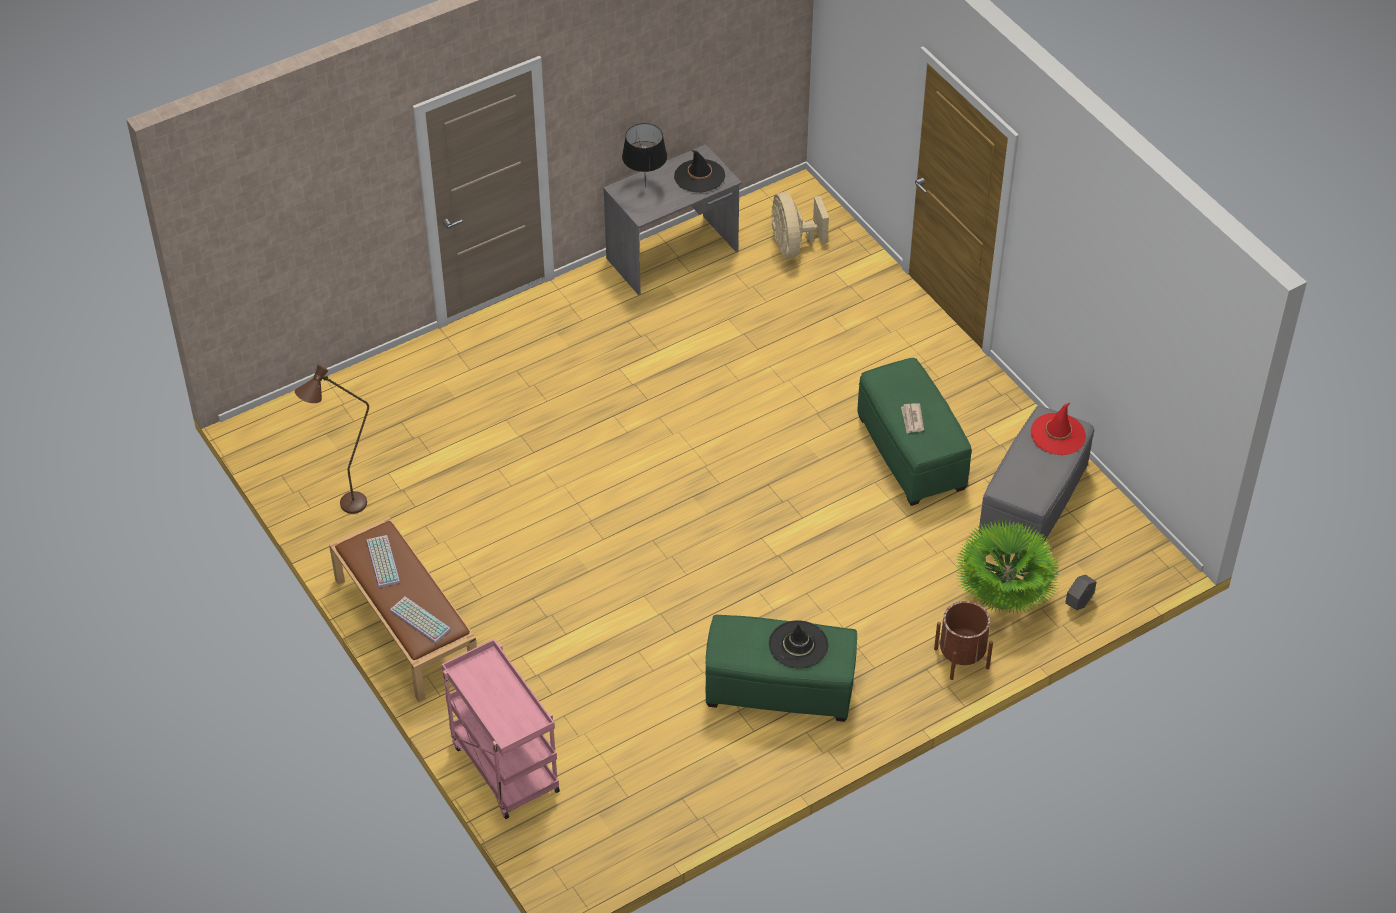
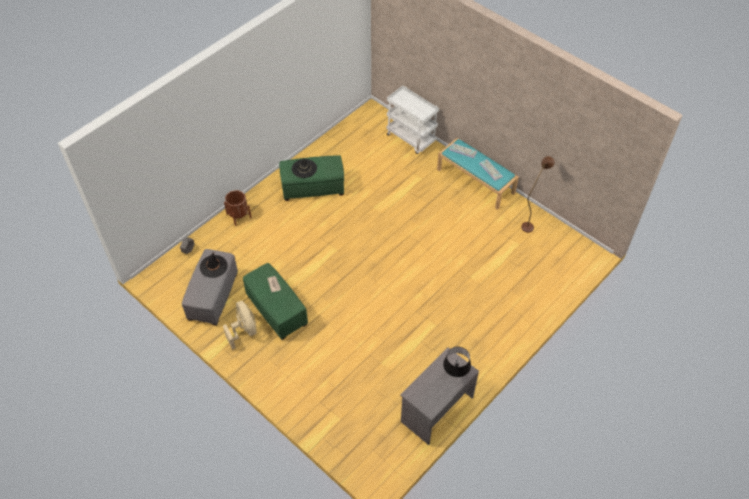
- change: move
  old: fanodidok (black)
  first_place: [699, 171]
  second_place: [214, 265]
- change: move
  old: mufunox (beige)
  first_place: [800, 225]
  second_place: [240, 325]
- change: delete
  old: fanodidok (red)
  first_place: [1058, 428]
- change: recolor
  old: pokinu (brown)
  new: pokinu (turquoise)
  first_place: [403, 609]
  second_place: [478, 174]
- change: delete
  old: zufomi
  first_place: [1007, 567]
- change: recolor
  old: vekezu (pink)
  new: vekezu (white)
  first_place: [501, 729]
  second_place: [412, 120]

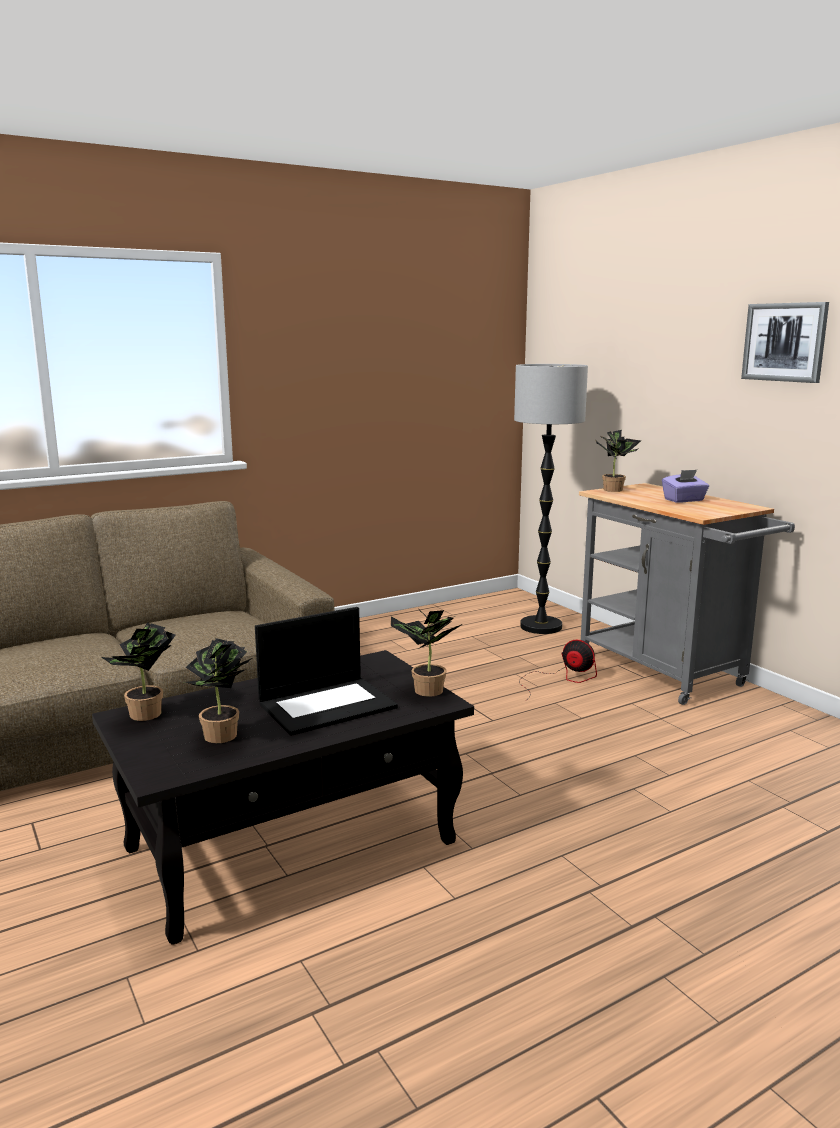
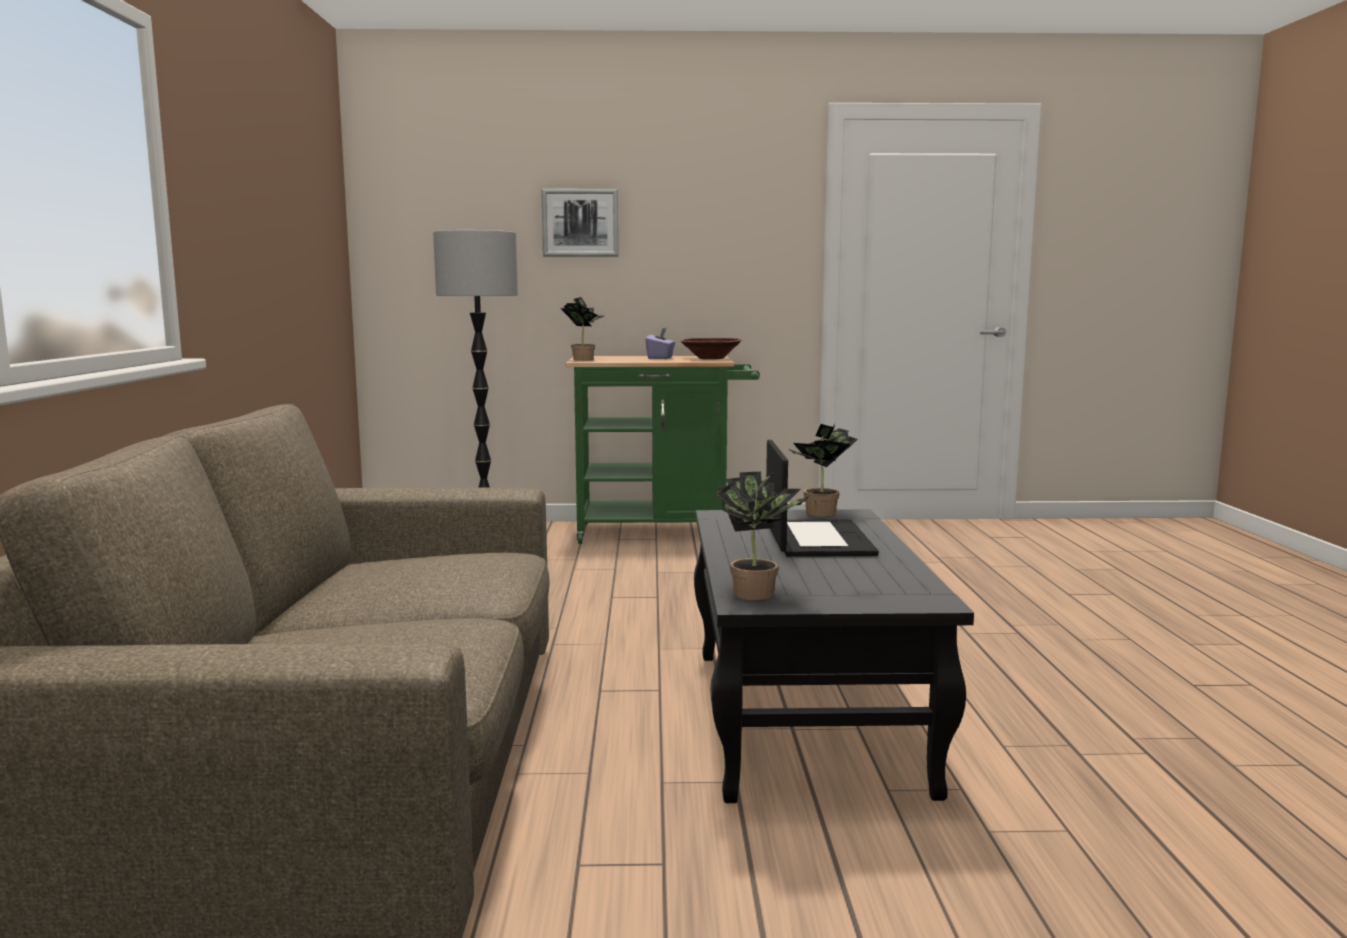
- change: move
  old: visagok
  first_place: [785, 342]
  second_place: [580, 223]
- change: recolor
  old: vekezu (grey)
  new: vekezu (green)
  first_place: [687, 594]
  second_place: [663, 450]
- change: delete
  old: zufomi
  first_place: [219, 690]
- change: delete
  old: mufunox
  first_place: [558, 669]
- change: insert
  new: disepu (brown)
  second_place: [711, 349]

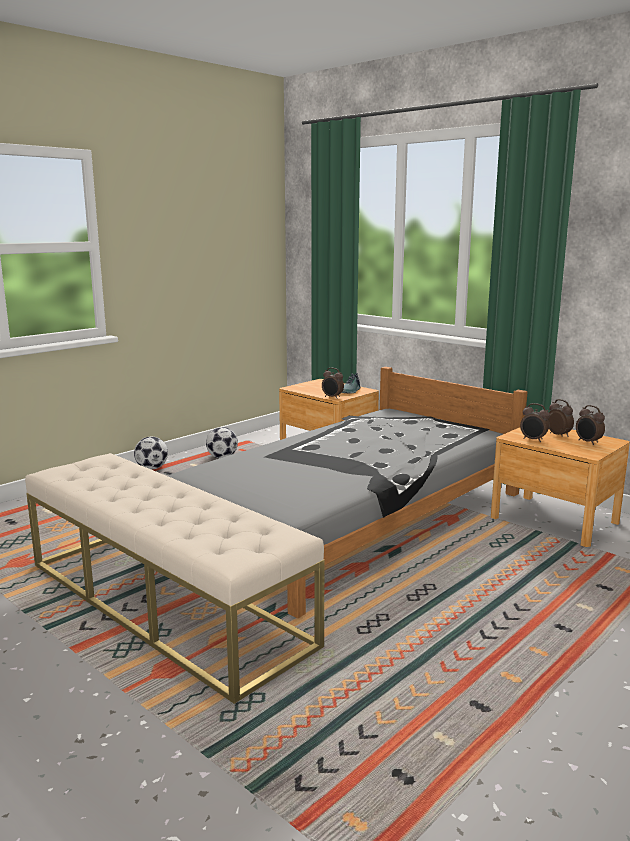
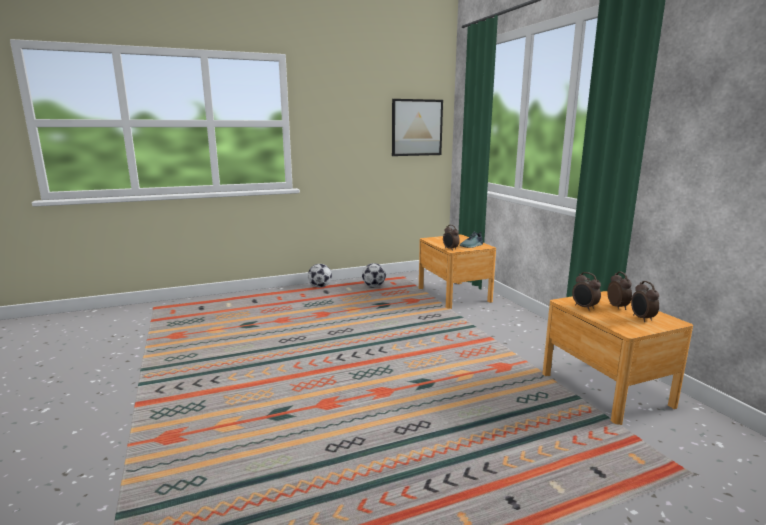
- change: delete
  old: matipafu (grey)
  first_place: [347, 492]
- change: delete
  old: pokinu (beige)
  first_place: [175, 578]
- change: insert
  new: visagok
  second_place: [417, 127]

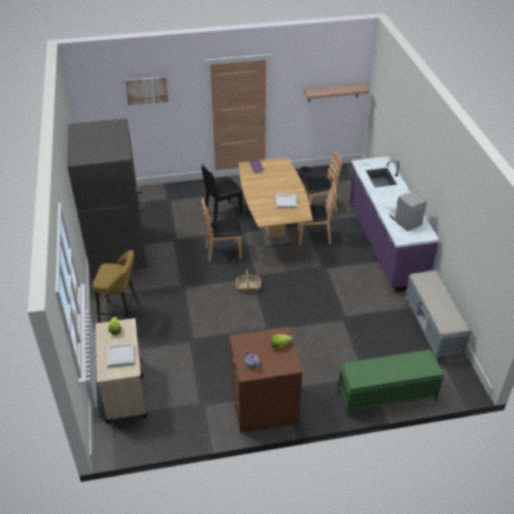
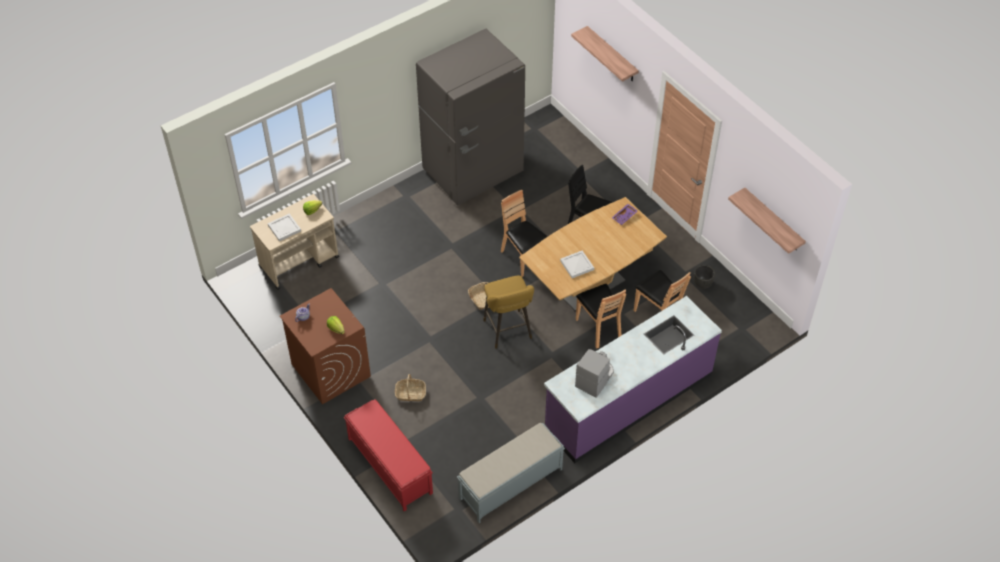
- change: replace
  old: visagok
  new: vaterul
  first_place: [147, 91]
  second_place: [605, 54]
- change: move
  old: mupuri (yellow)
  first_place: [116, 286]
  second_place: [508, 312]
- change: recolor
  old: pokinu (green)
  new: pokinu (red)
  first_place: [391, 383]
  second_place: [388, 455]
- change: insert
  new: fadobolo
  second_place: [410, 387]

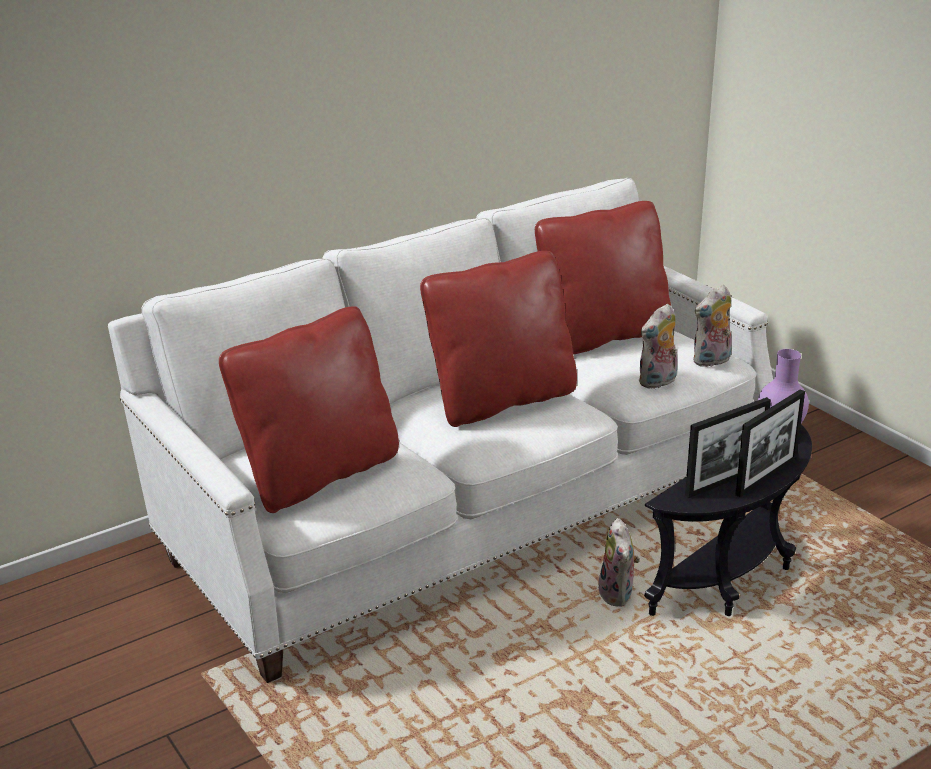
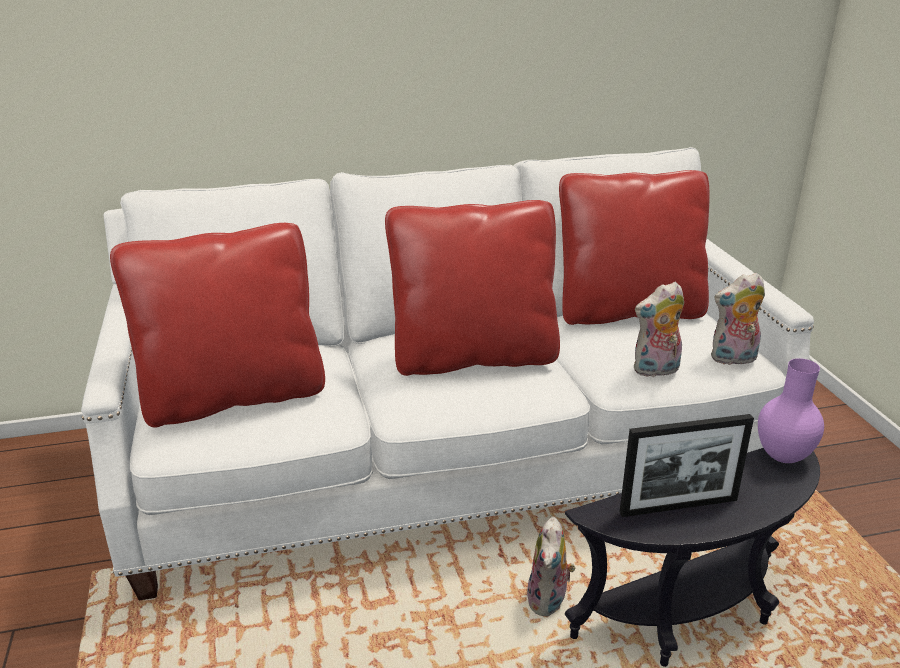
- change: delete
  old: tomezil
  first_place: [770, 443]

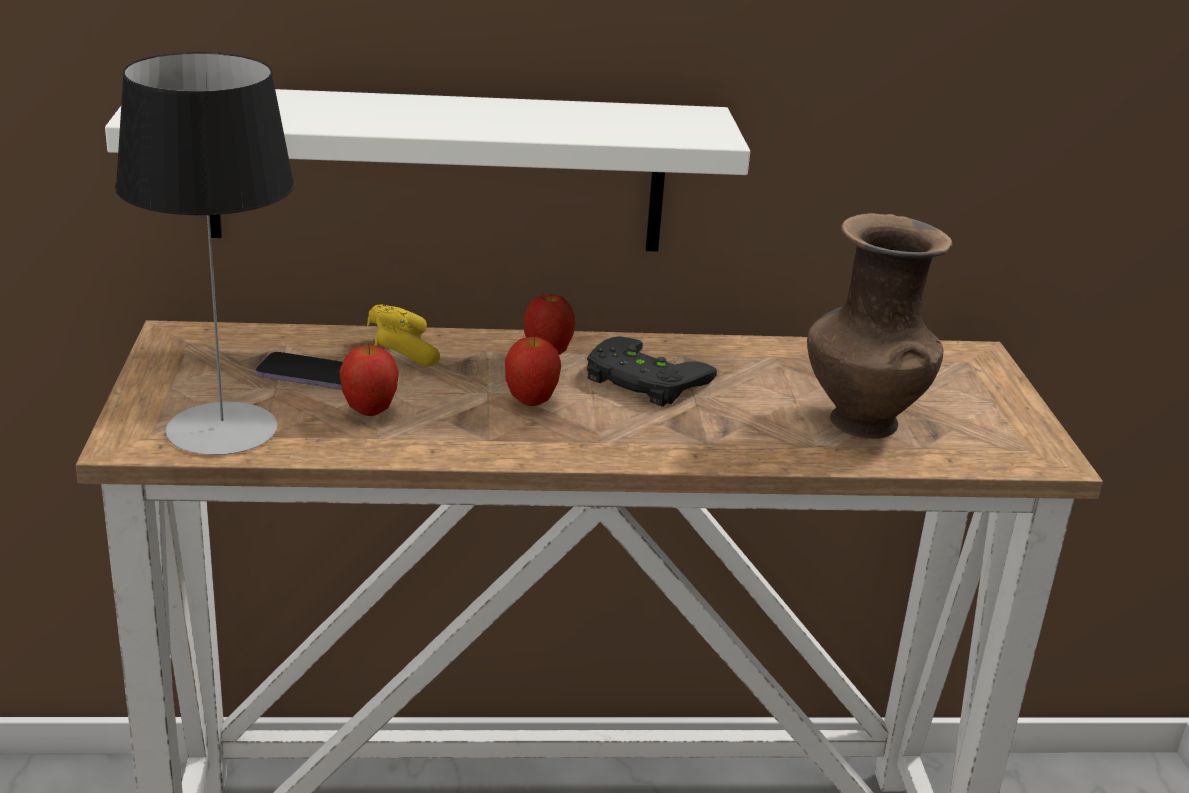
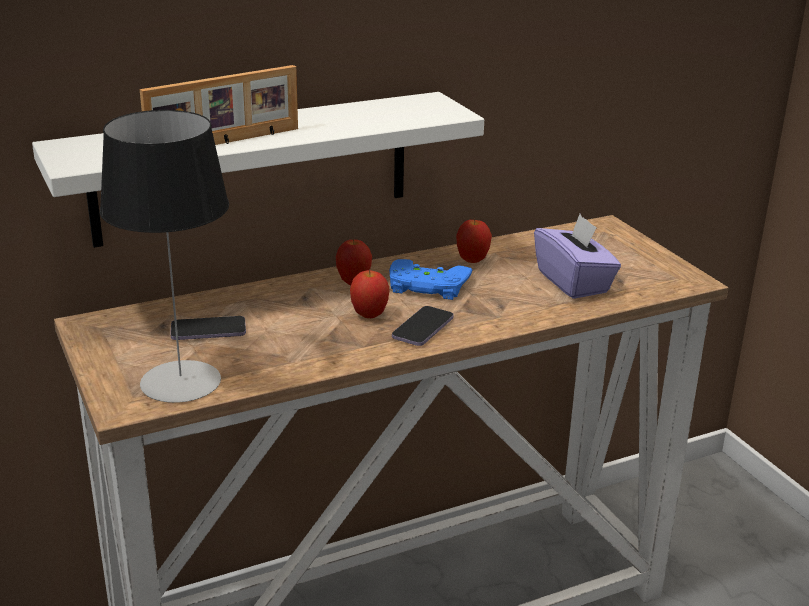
- change: replace
  old: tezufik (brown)
  new: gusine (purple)
  first_place: [880, 326]
  second_place: [577, 256]
- change: delete
  old: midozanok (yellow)
  first_place: [403, 335]
- change: recolor
  old: midozanok (black)
  new: midozanok (blue)
  first_place: [652, 371]
  second_place: [430, 279]
- change: move
  old: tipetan
  first_place: [369, 379]
  second_place: [474, 240]
- change: insert
  new: tomezil
  second_place: [219, 105]
- change: insert
  new: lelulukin
  second_place: [423, 326]

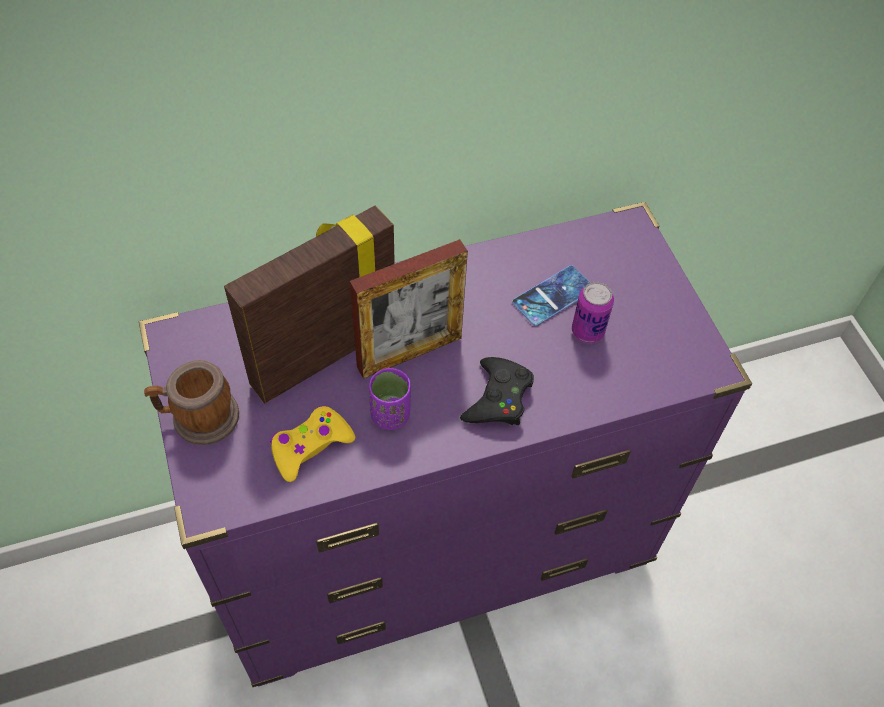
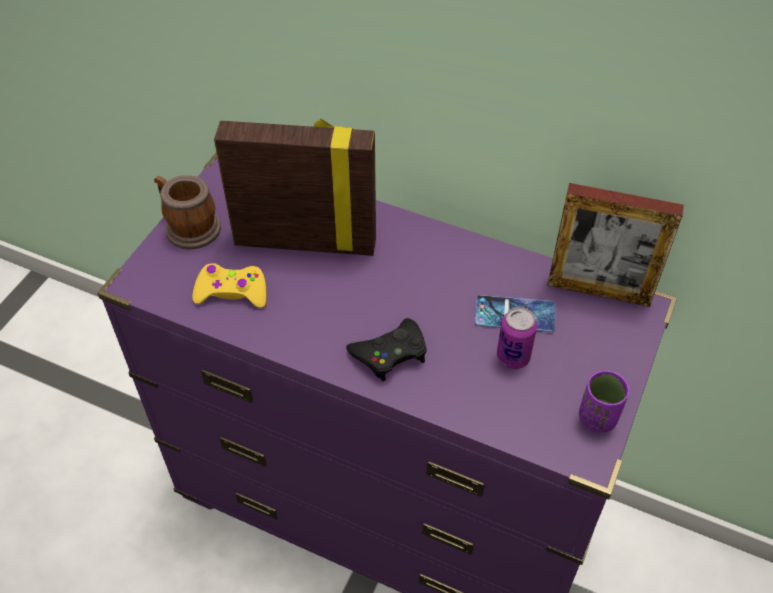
- change: move
  old: tomezil
  first_place: [409, 309]
  second_place: [615, 245]
- change: move
  old: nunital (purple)
  first_place: [390, 398]
  second_place: [604, 401]

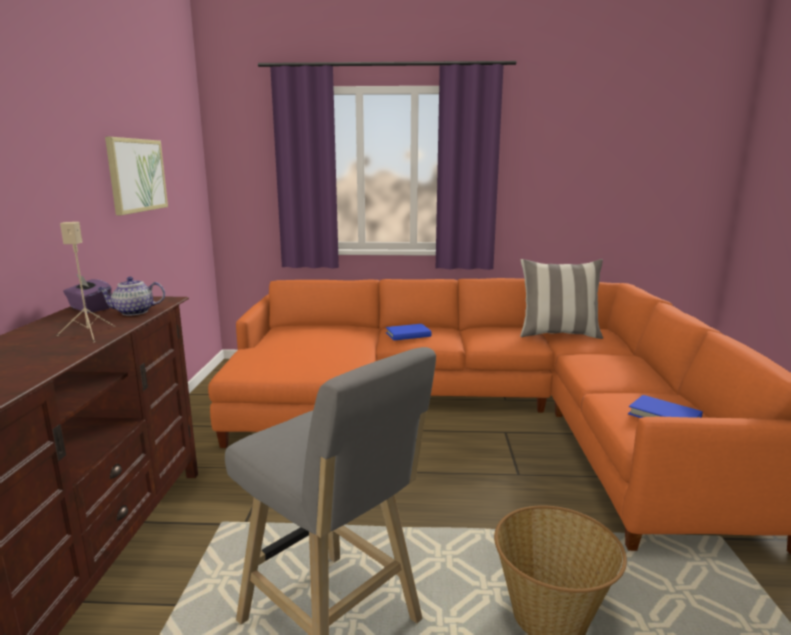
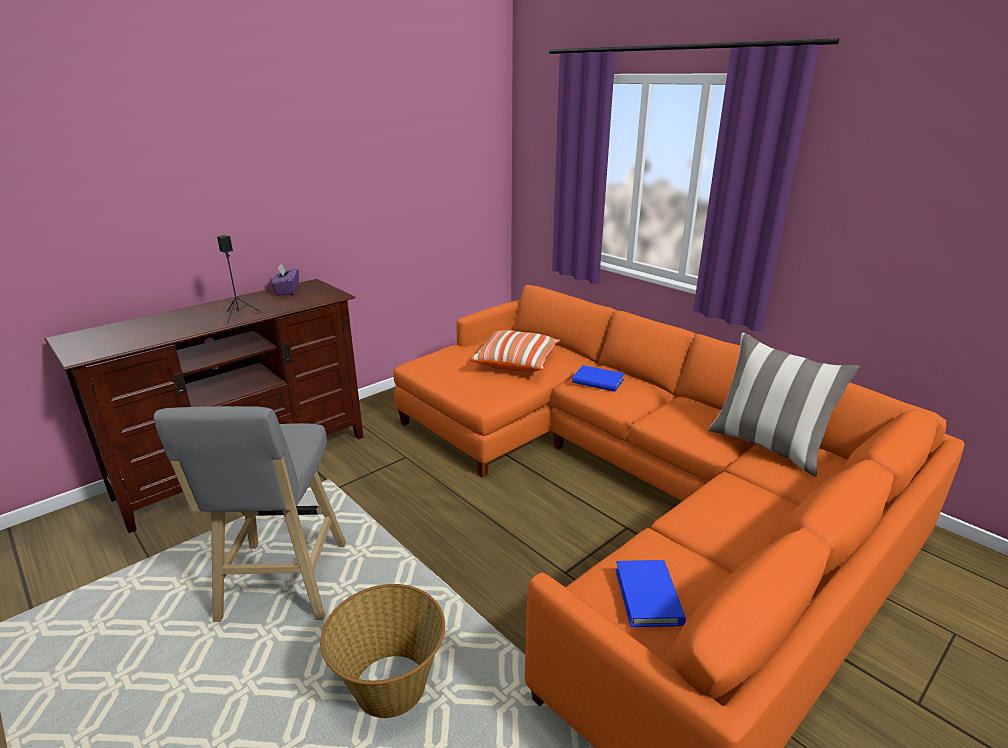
- change: delete
  old: visagok
  first_place: [136, 176]
- change: recolor
  old: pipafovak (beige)
  new: pipafovak (black)
  first_place: [86, 282]
  second_place: [239, 278]
- change: delete
  old: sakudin
  first_place: [131, 296]
- change: insert
  new: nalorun
  second_place: [514, 351]

